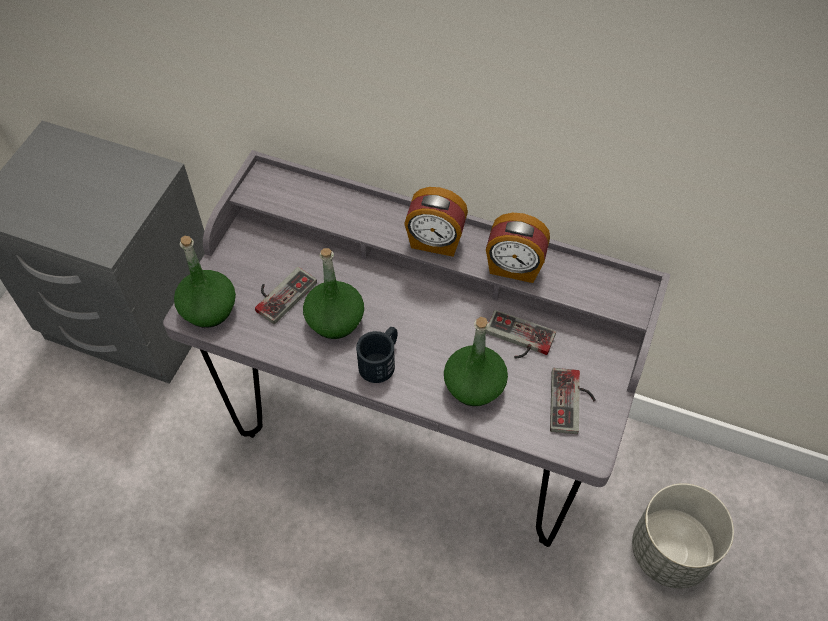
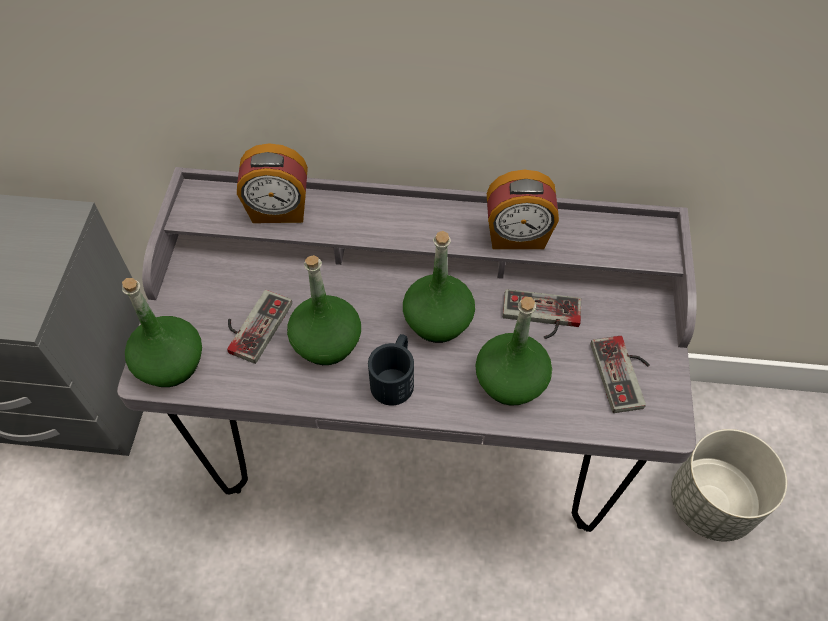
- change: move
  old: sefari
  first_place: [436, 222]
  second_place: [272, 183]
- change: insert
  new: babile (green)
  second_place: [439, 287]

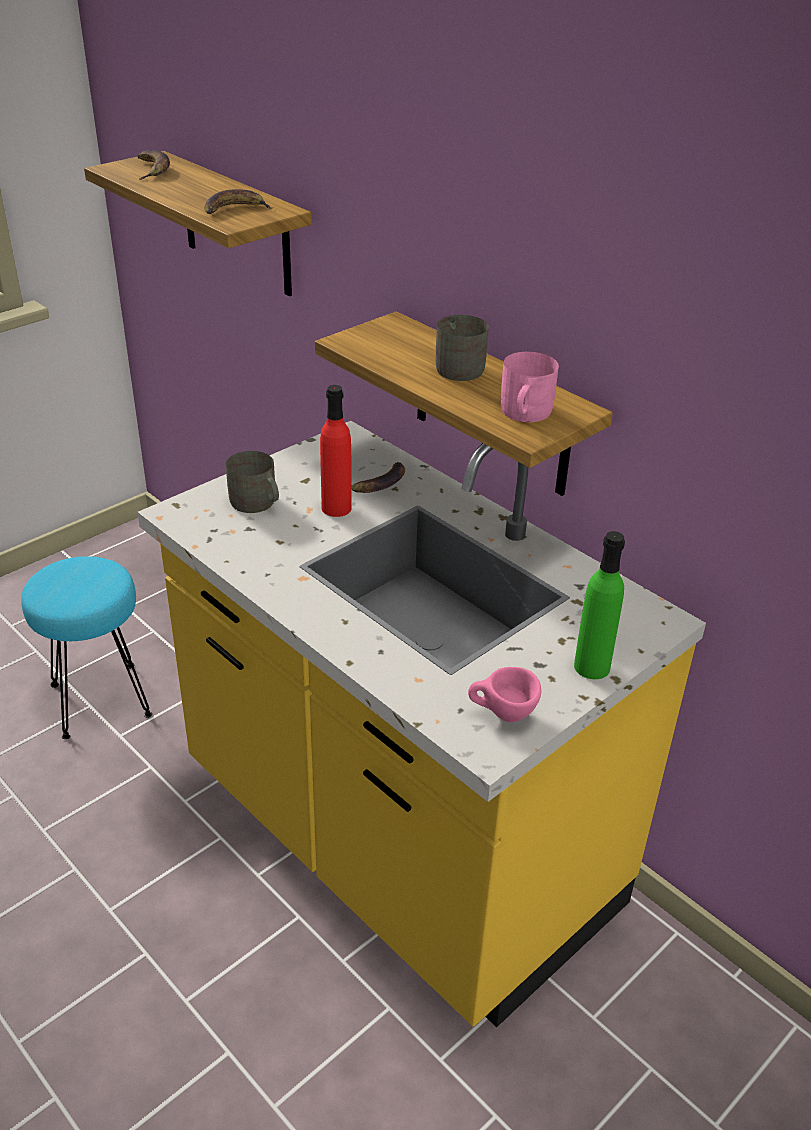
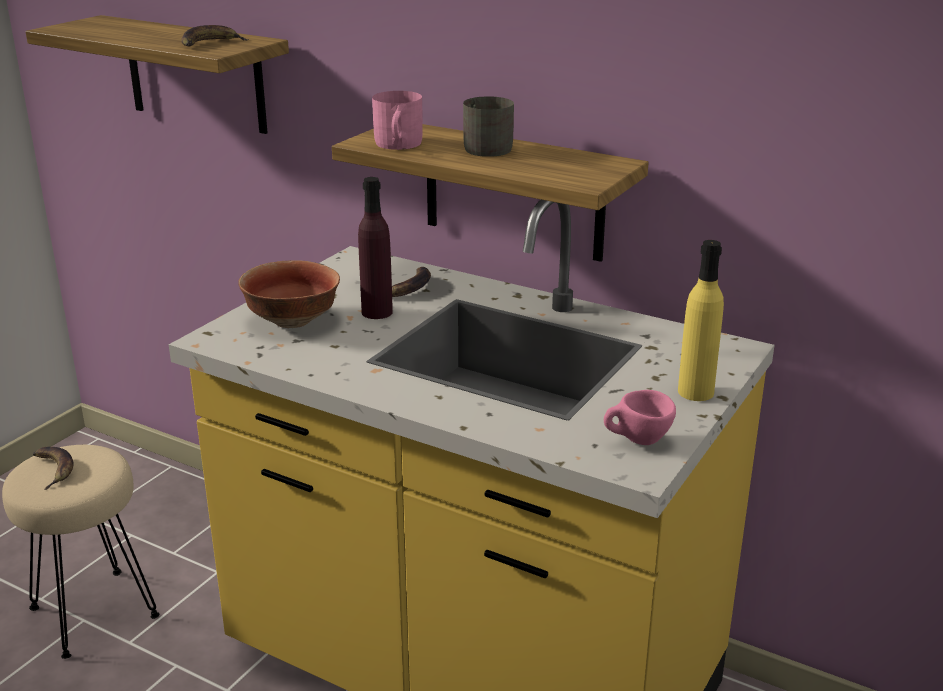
- change: move
  old: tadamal
  first_place: [153, 165]
  second_place: [53, 468]
- change: move
  old: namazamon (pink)
  first_place: [530, 387]
  second_place: [397, 120]
- change: recolor
  old: babile (red)
  new: babile (purple)
  first_place: [336, 451]
  second_place: [375, 248]
- change: replace
  old: namazamon (grey)
  new: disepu
  first_place: [252, 482]
  second_place: [289, 294]
- change: recolor
  old: babile (green)
  new: babile (yellow)
  first_place: [599, 605]
  second_place: [701, 320]
- change: recolor
  old: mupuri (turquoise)
  new: mupuri (beige)
  first_place: [86, 647]
  second_place: [81, 552]

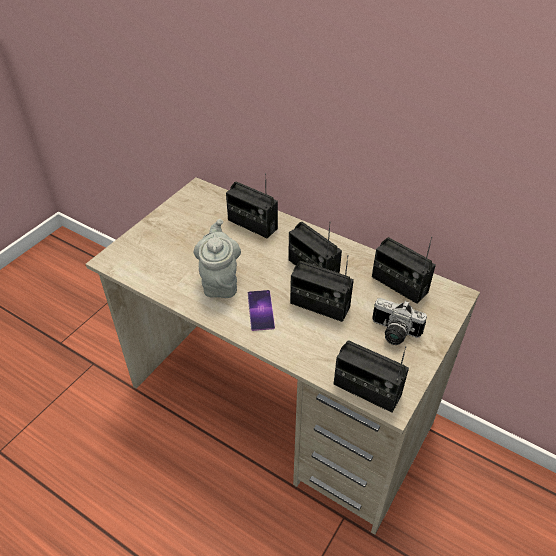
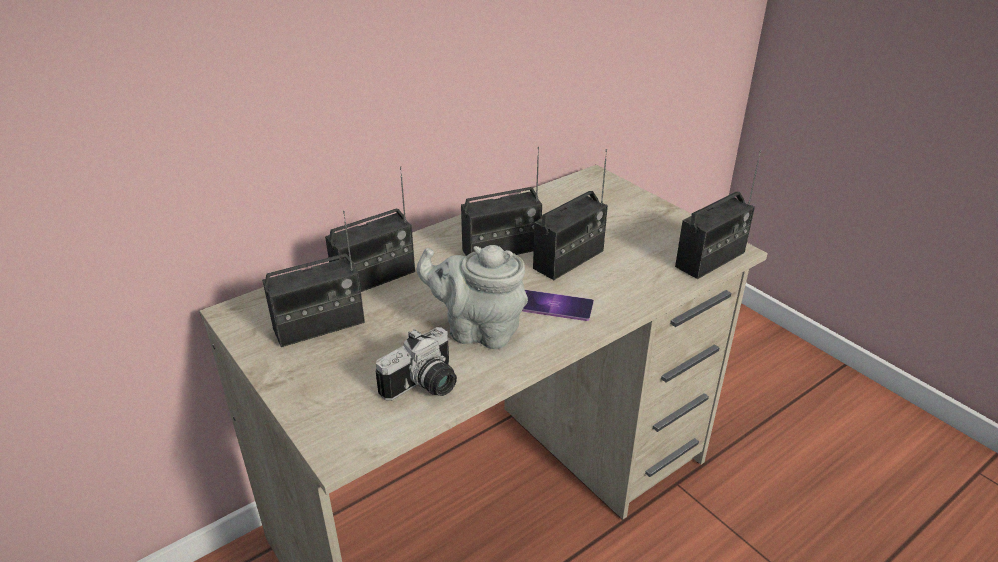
- change: move
  old: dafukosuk
  first_place: [404, 270]
  second_place: [313, 279]
- change: move
  old: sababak
  first_place: [399, 321]
  second_place: [416, 364]

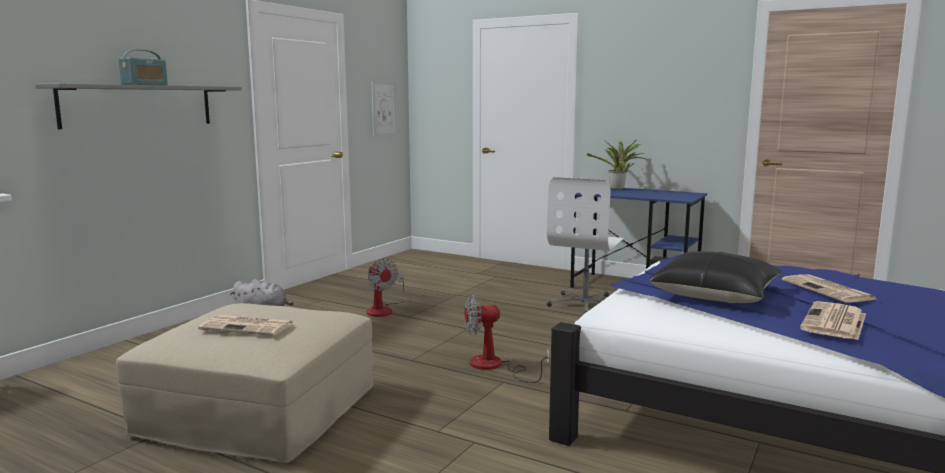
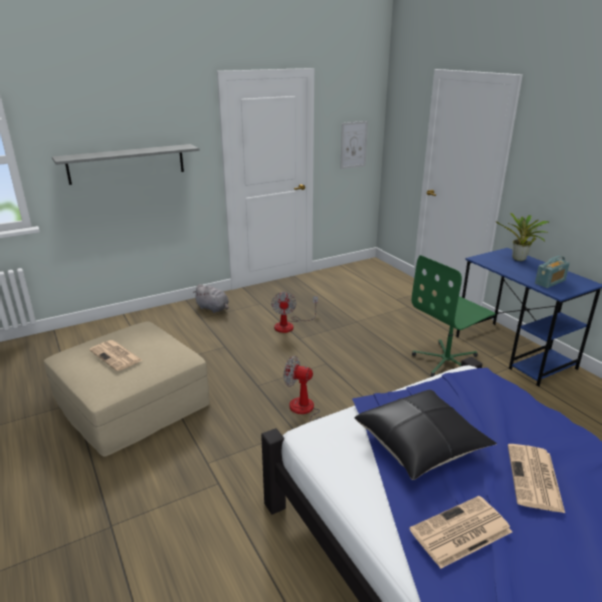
- change: move
  old: dafukosuk
  first_place: [143, 67]
  second_place: [552, 272]
- change: recolor
  old: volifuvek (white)
  new: volifuvek (green)
  first_place: [585, 245]
  second_place: [453, 316]

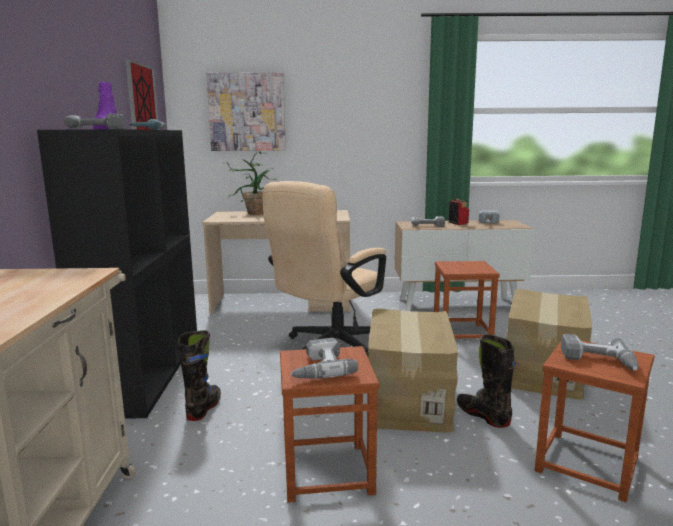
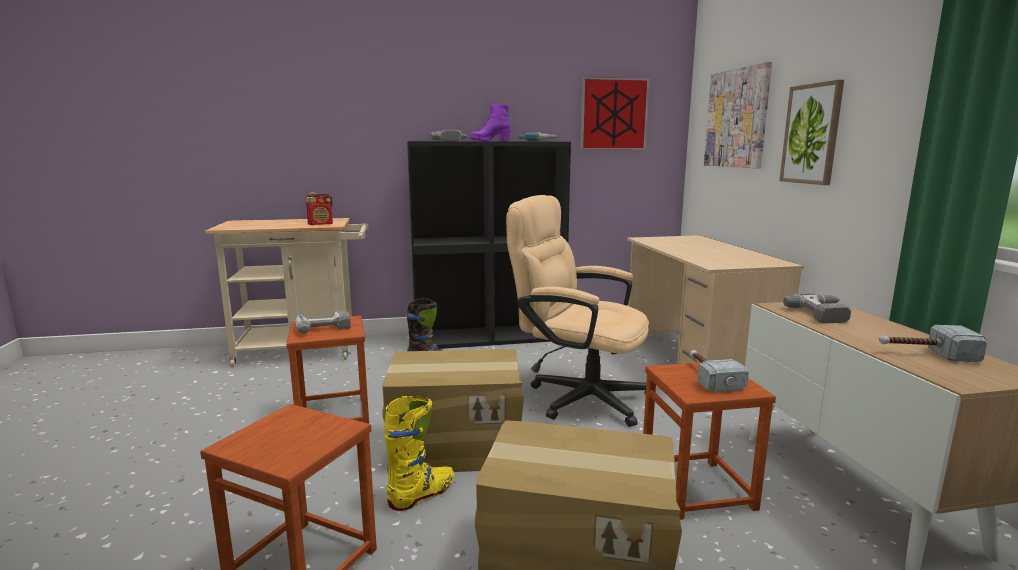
- change: delete
  old: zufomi
  first_place: [250, 183]
- change: move
  old: dafukosuk
  first_place: [459, 212]
  second_place: [319, 208]
- change: recolor
  old: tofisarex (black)
  new: tofisarex (yellow)
  first_place: [486, 381]
  second_place: [420, 453]
- change: delete
  old: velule
  first_place: [599, 352]
- change: insert
  new: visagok
  second_place: [811, 132]
- change: insert
  new: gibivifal
  second_place: [719, 371]

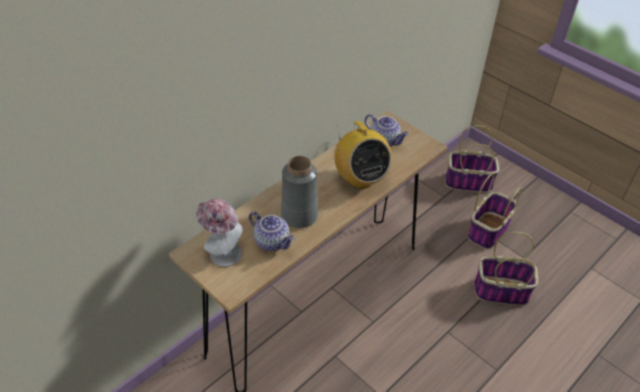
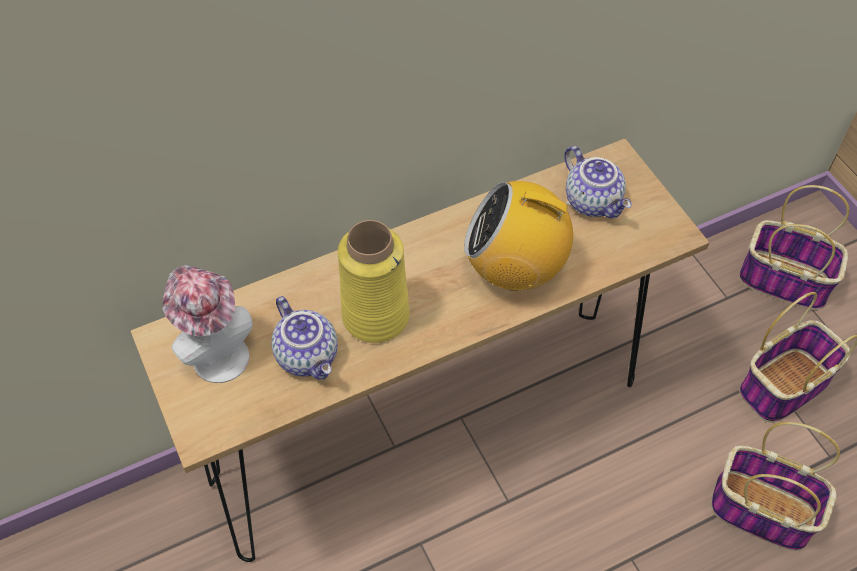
- change: rotate
  old: dafukosuk
  first_place: [363, 155]
  second_place: [524, 236]
  degrees: 105
- change: recolor
  old: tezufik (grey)
  new: tezufik (yellow)
  first_place: [299, 192]
  second_place: [374, 281]

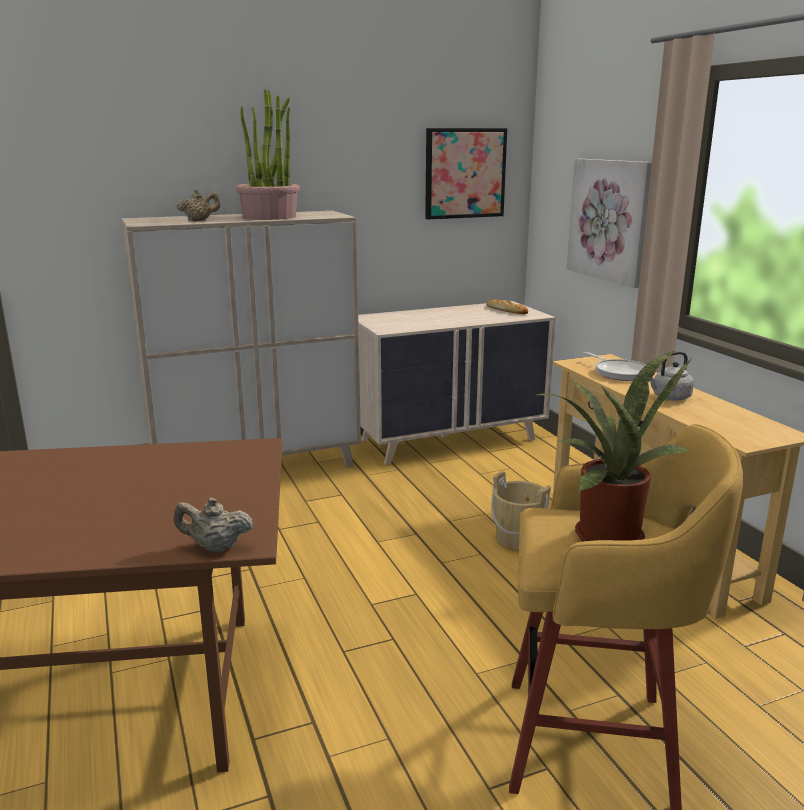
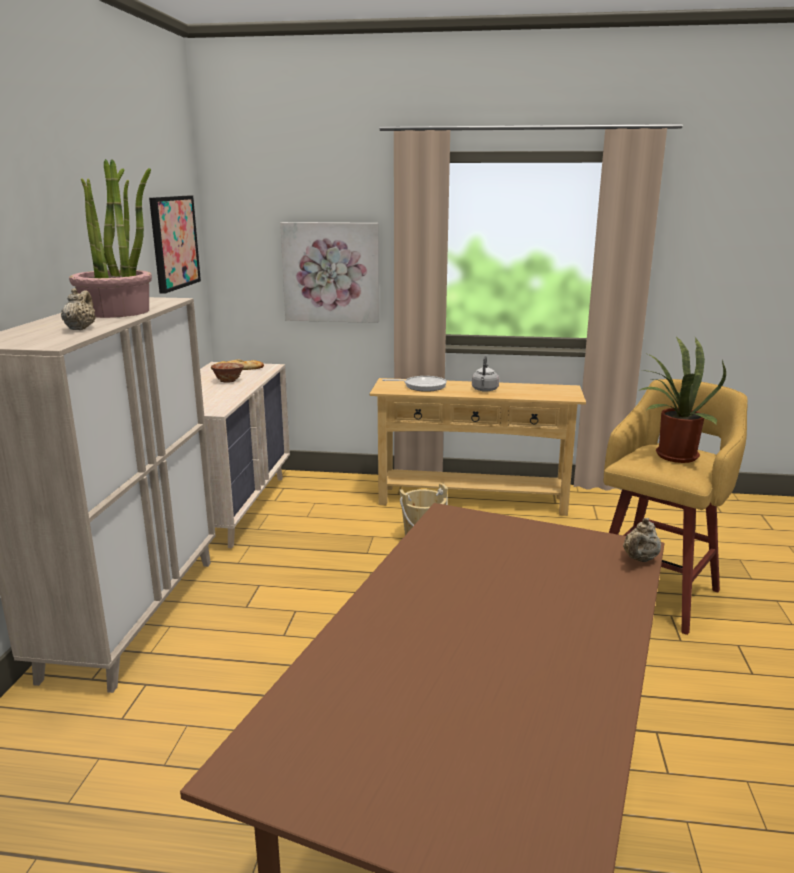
- change: insert
  new: disepu
  second_place: [227, 373]

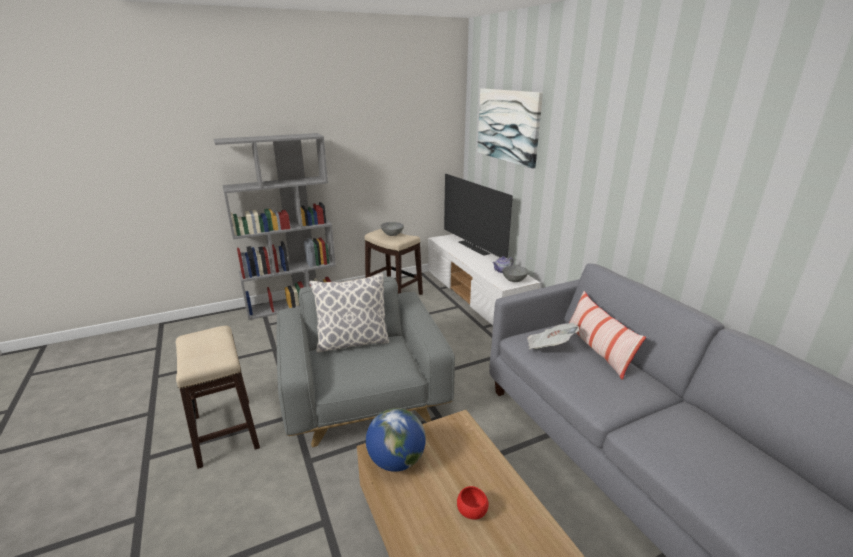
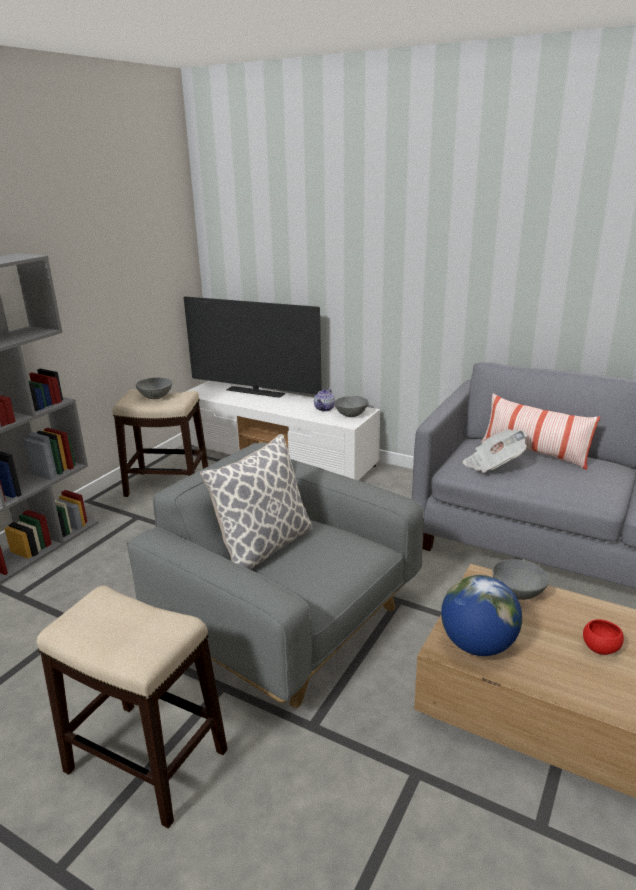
- change: delete
  old: visagok
  first_place: [510, 128]
- change: insert
  new: disepu (grey)
  second_place: [520, 579]

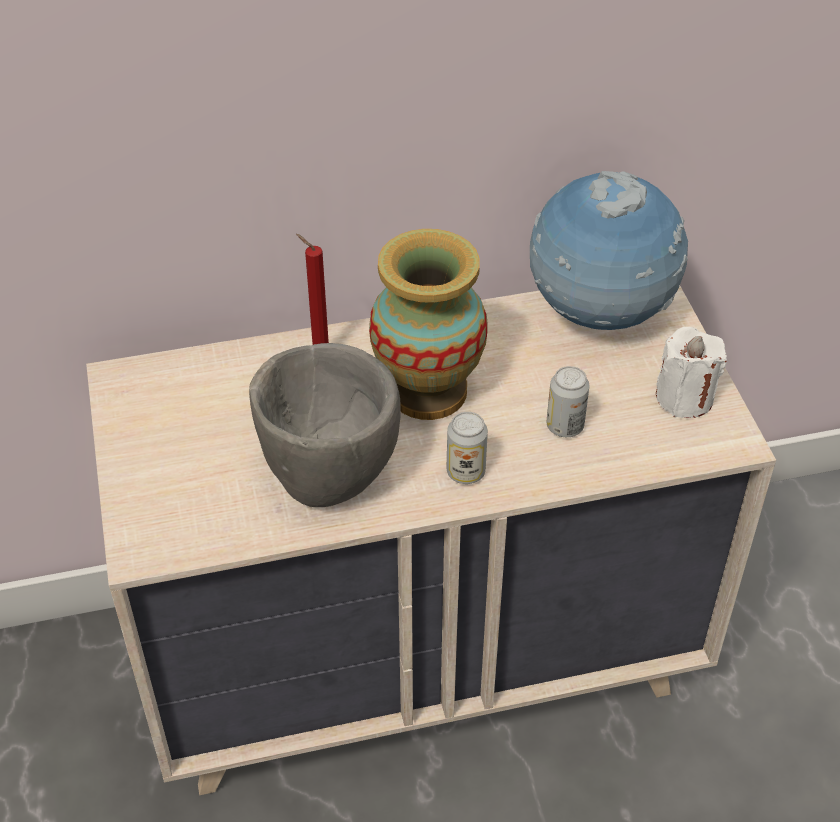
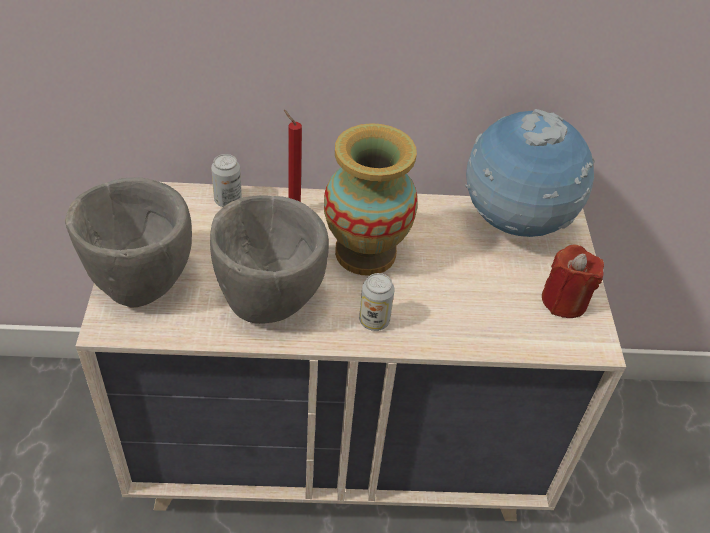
- change: recolor
  old: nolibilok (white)
  new: nolibilok (red)
  first_place: [691, 372]
  second_place: [573, 281]
- change: move
  old: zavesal
  first_place: [568, 401]
  second_place: [226, 180]
- change: insert
  new: disepu (grey)
  second_place: [128, 242]

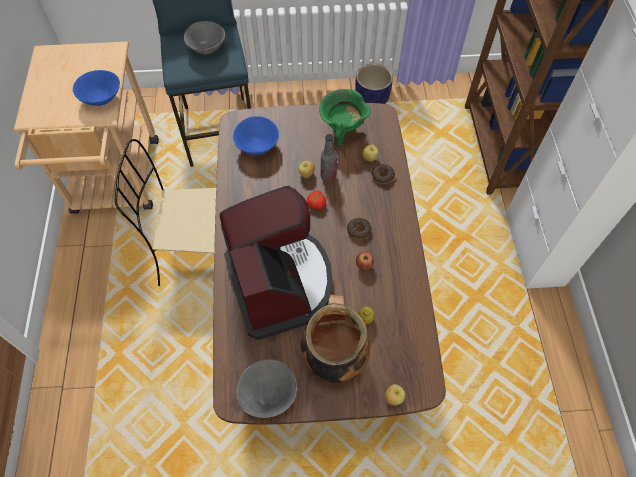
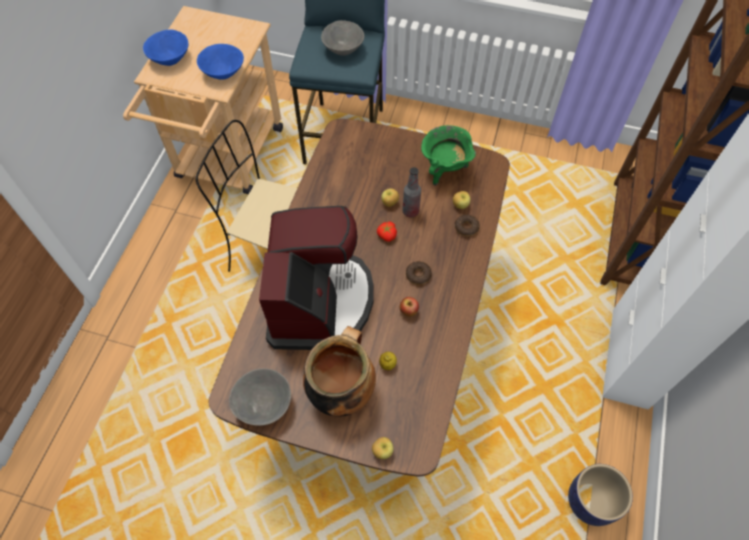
- change: move
  old: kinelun
  first_place: [374, 84]
  second_place: [600, 495]
- change: move
  old: disepu (blue)
  first_place: [256, 135]
  second_place: [165, 47]

